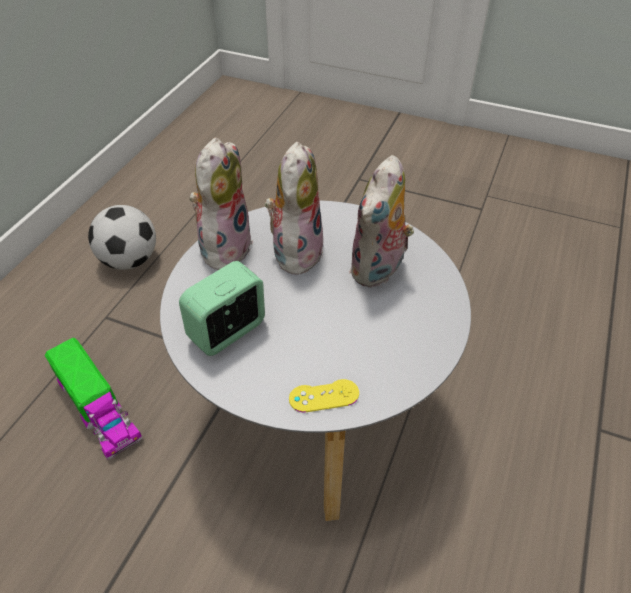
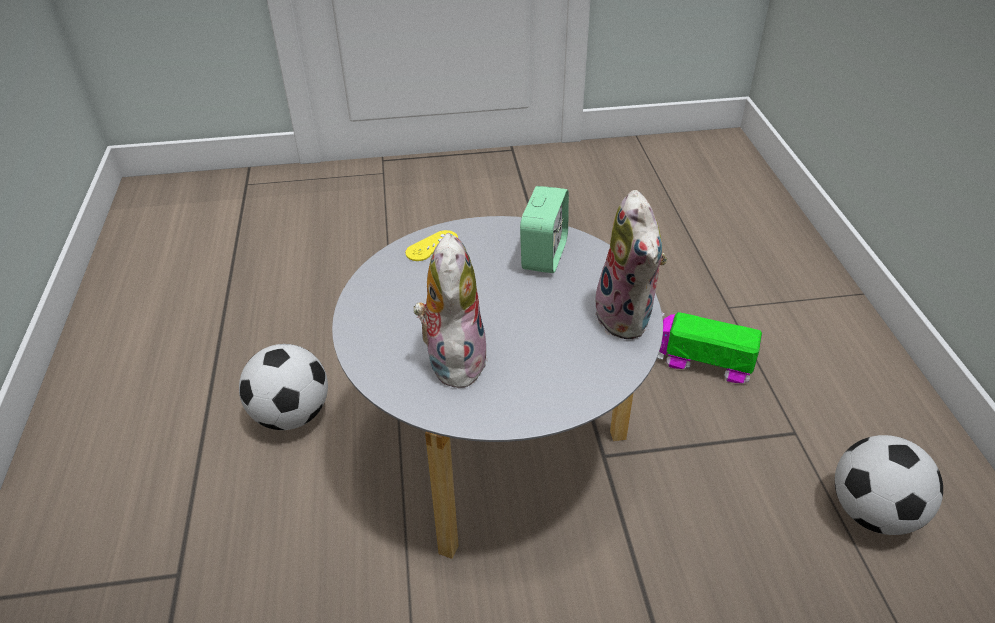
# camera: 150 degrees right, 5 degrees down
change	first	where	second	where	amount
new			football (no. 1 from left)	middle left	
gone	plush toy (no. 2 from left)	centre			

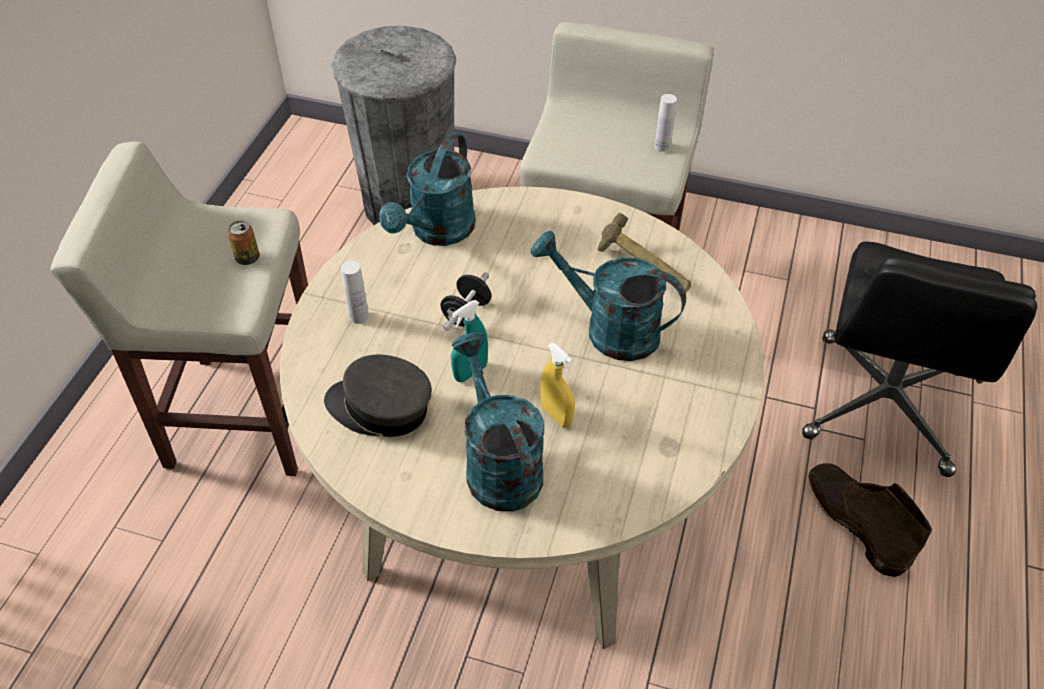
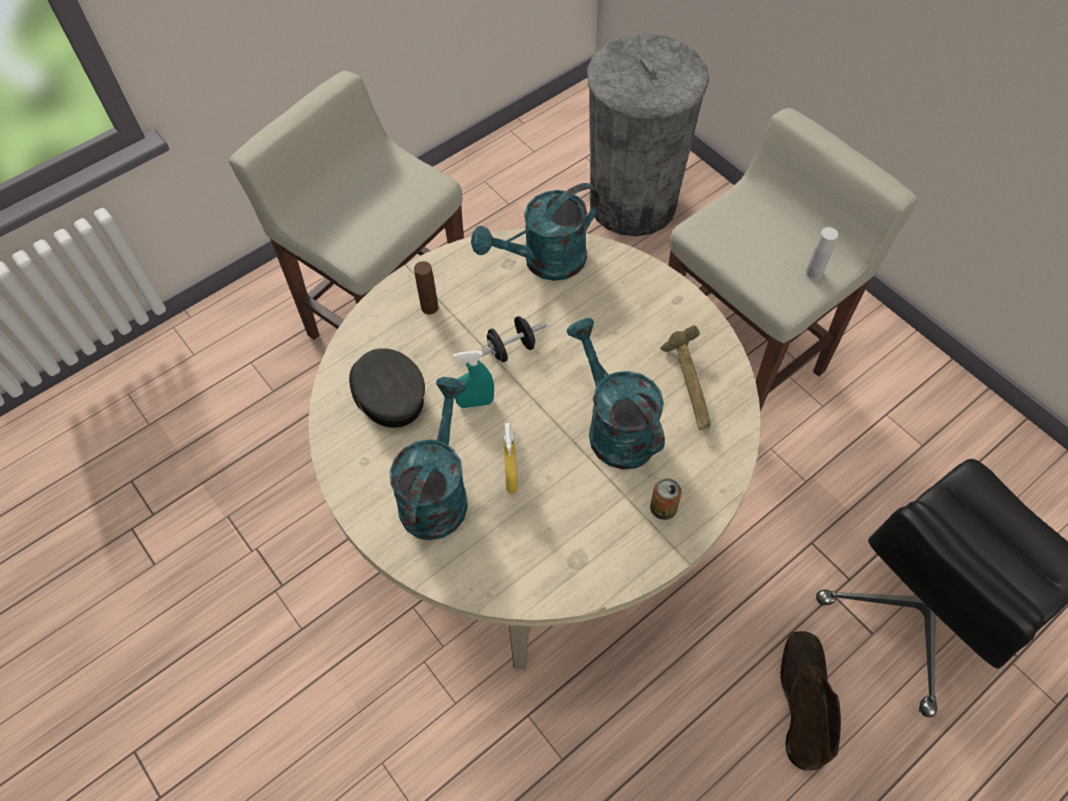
# camera: 35 degrees right, 10 degrees up
change	first	where	second	where	amount
repainted	bottle (white) (no. 1 from left)	centre	bottle (brown)	centre	
shifted	can	middle left		centre	

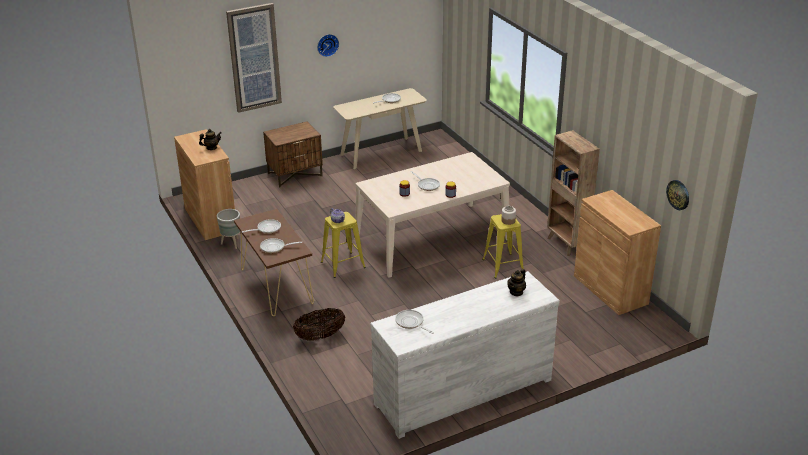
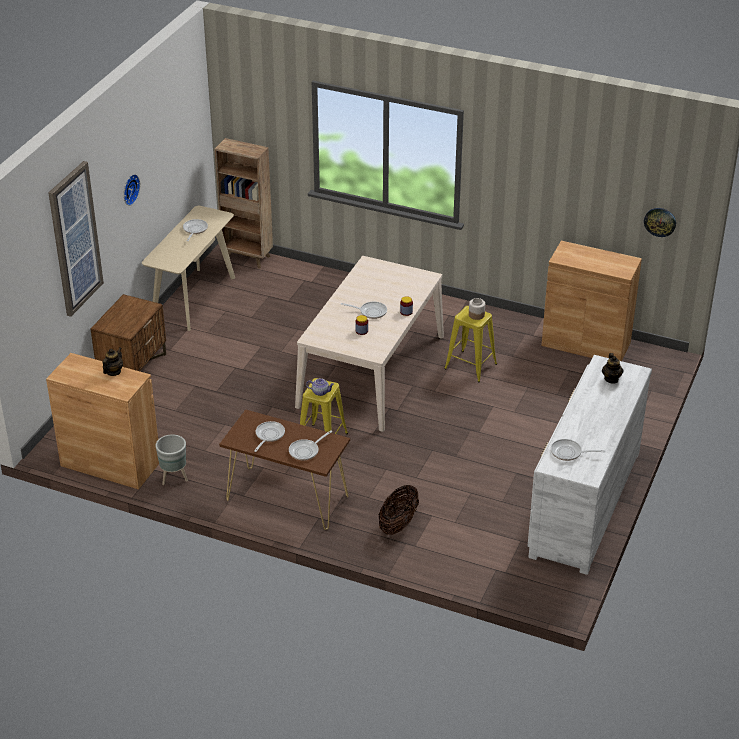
# camera: 40 degrees left, 5 degrees up
change	first	where	second	where	amount
shifted	bookcase (brown)	middle right		top left	

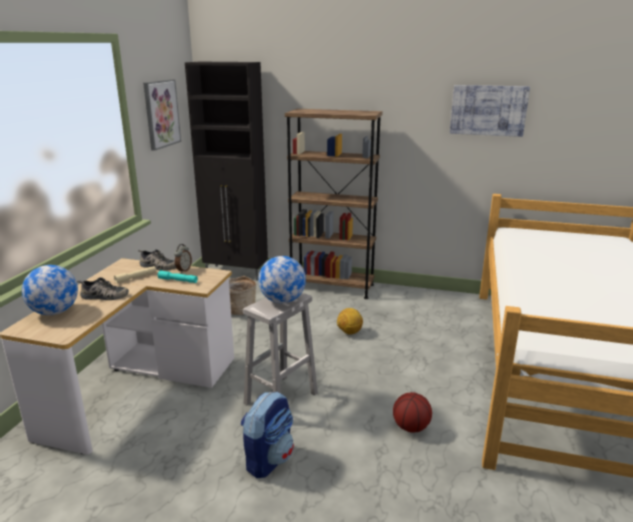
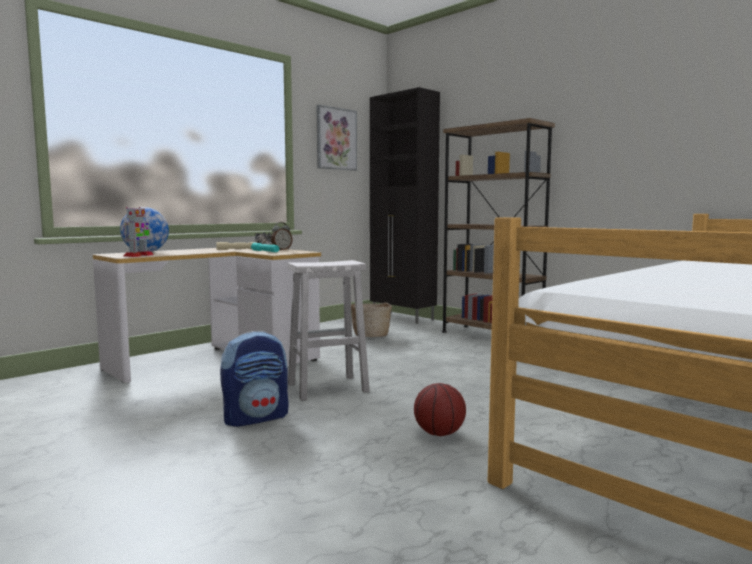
# camera: 30 degrees right, 15 degrees down
change	first	where	second	where	amount
new			toy robot	middle left	
gone	shoe (no. 1 from left)	middle left			
gone	globe (no. 2 from left)	centre			
gone	football	centre			
gone	picture (no. 2 from left)	top right			

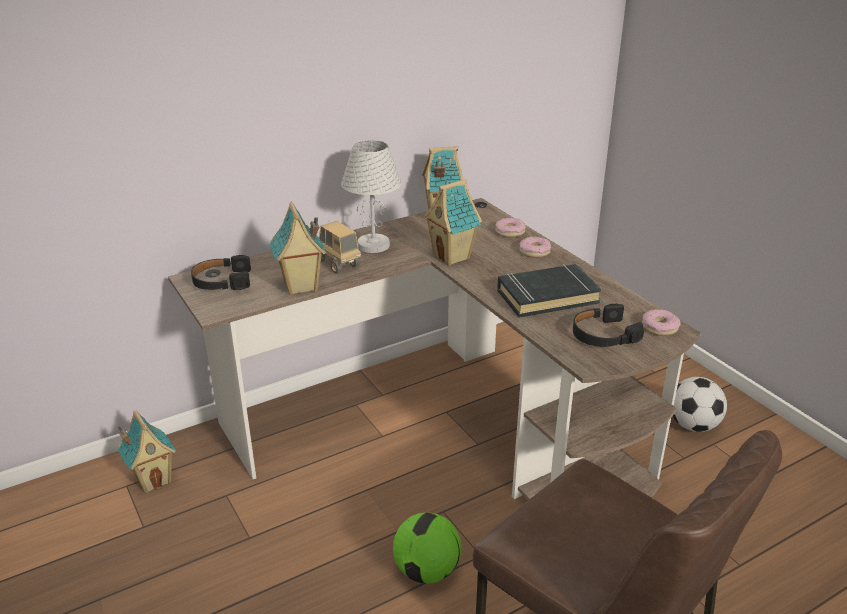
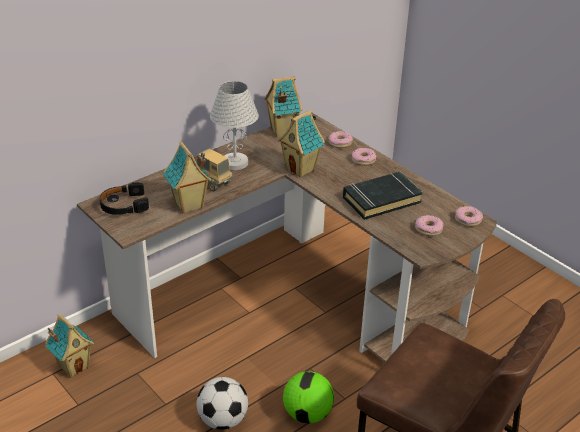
# camera: 10 degrees left, 5 degrees up
change	first	where	second	where	amount
shifted	football (no. 2 from left in the first image)	middle right	football (no. 1 from left)	bottom centre	
swapped	headphones (black) (no. 2 from left)	middle right	donut (no. 3 from left)	middle right	

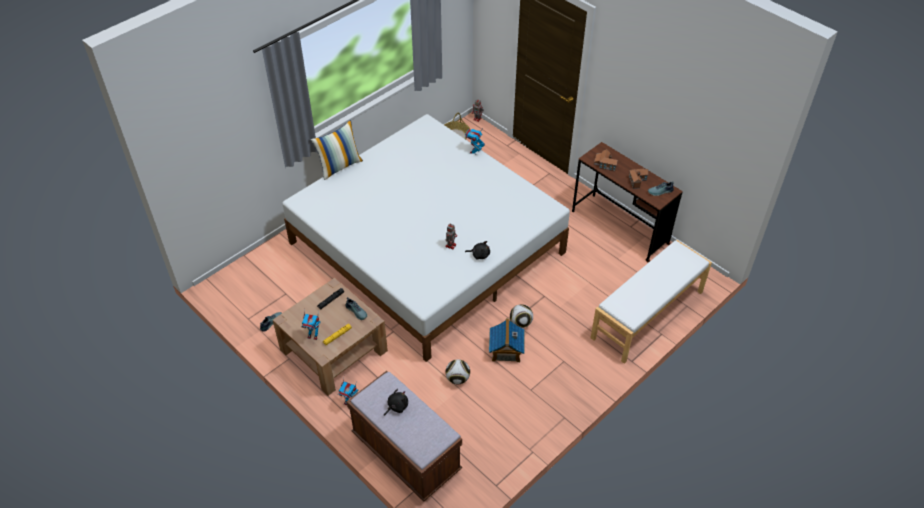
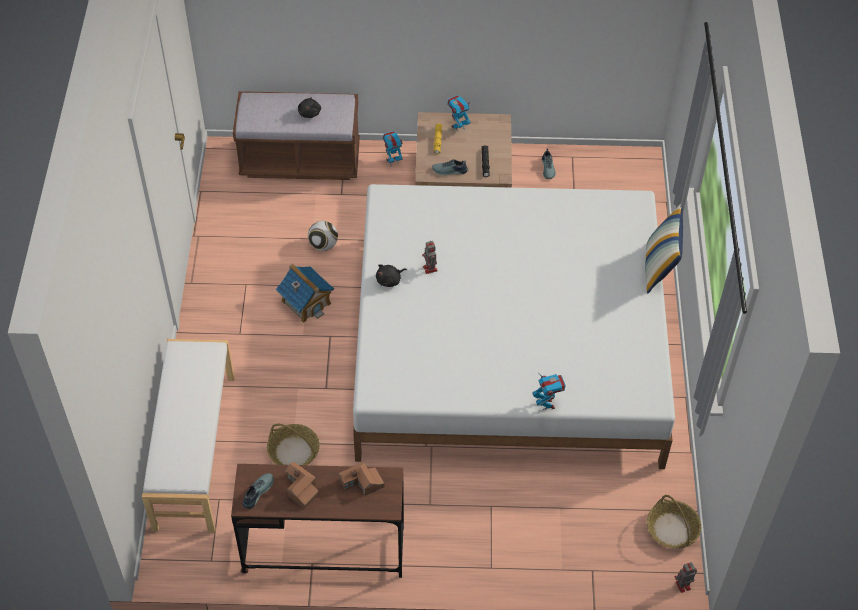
# camera: 135 degrees right, 5 degrees up
change	first	where	second	where	amount
new			basket (no. 1 from left)	bottom centre	
gone	football (no. 2 from left)	centre			

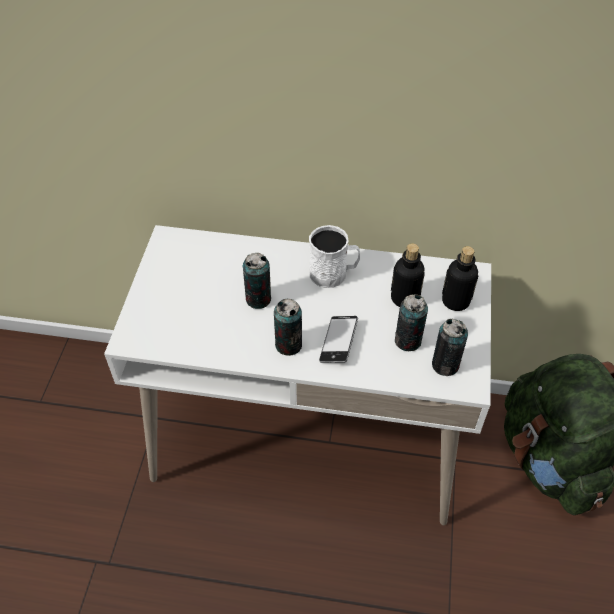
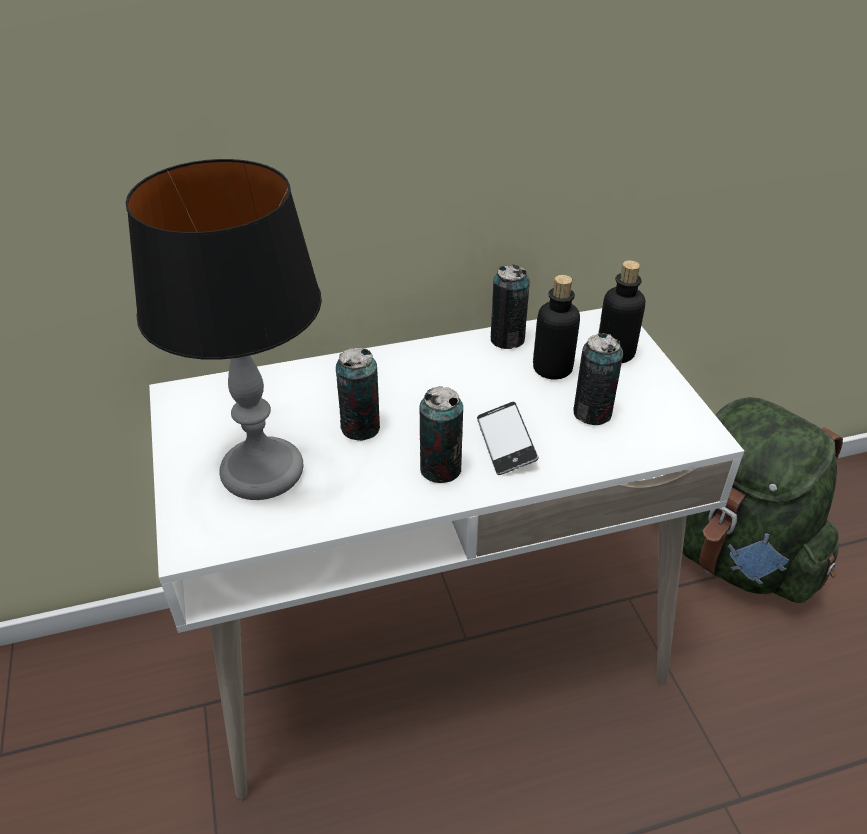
# camera: 25 degrees left, 10 degrees down
change	first	where	second	where	amount
new			table lamp	middle left	
shifted	can (no. 4 from left in the first image)	middle right	can (no. 3 from left)	centre	
gone	mug (white)	centre			

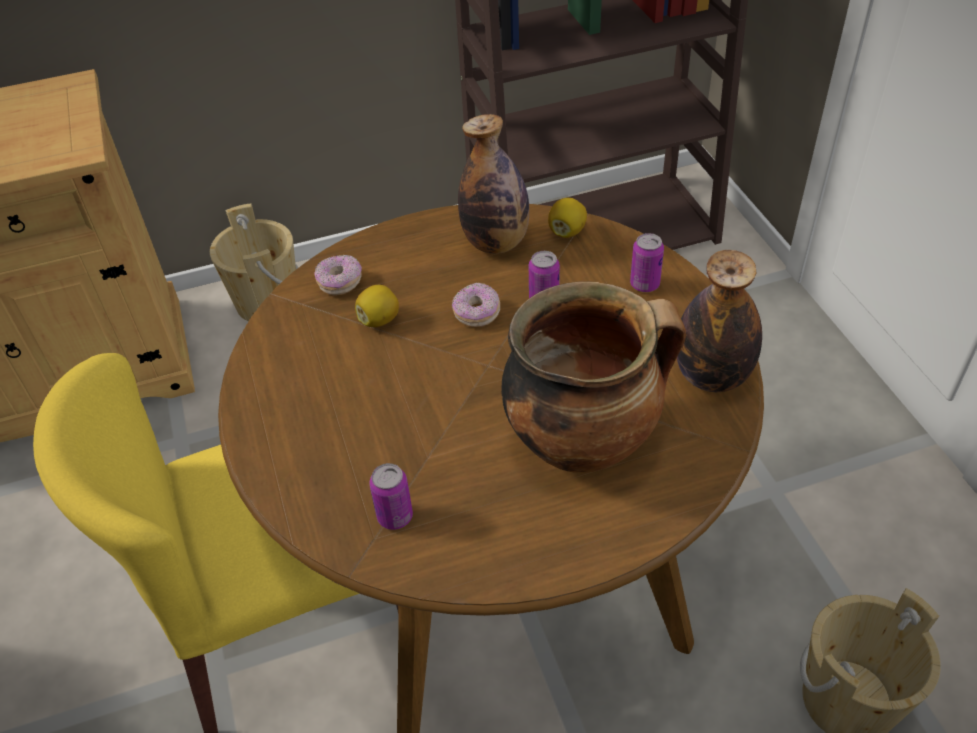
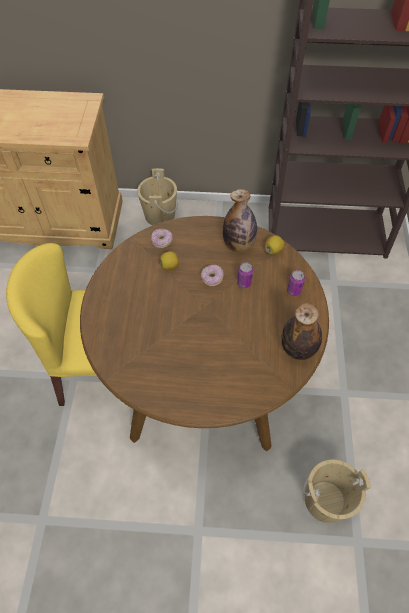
# camera: 20 degrees right, 10 degrees up
change	first	where	second	where	amount
gone	can (no. 1 from left)	bottom centre			
gone	cooking pot	centre			

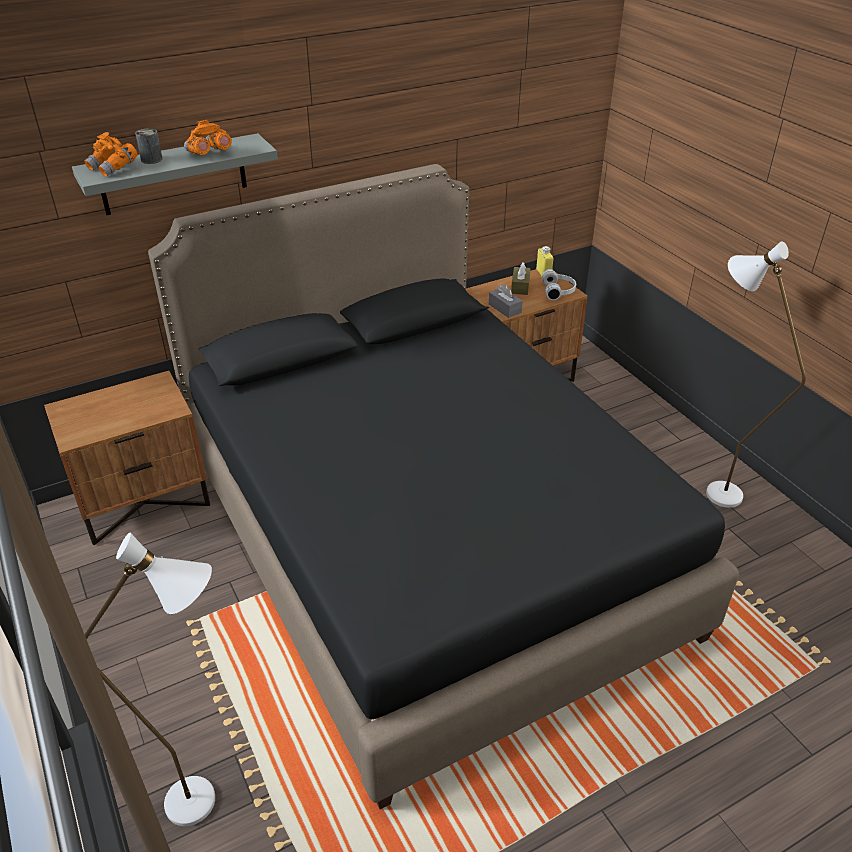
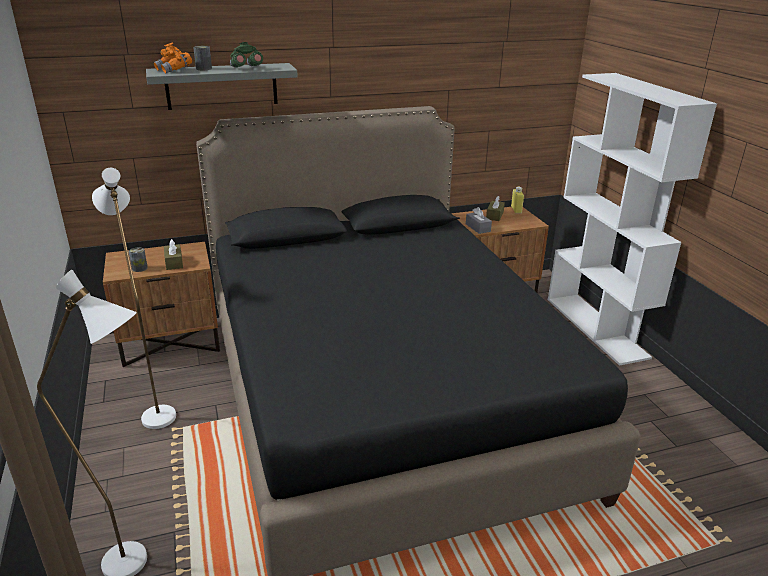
# camera: 10 degrees right, 10 degrees down
change	first	where	second	where	amount
shifted	floor lamp (white) (no. 2 from left)	middle right		middle left	
new			can (no. 1 from left)	middle left	
new			tissue box (brown) (no. 1 from left)	middle left	
repainted	binoculars (orange) (no. 2 from left)	top left	binoculars (green)	top left	
new			bookcase (white)	middle right	
gone	headphones (white)	centre			

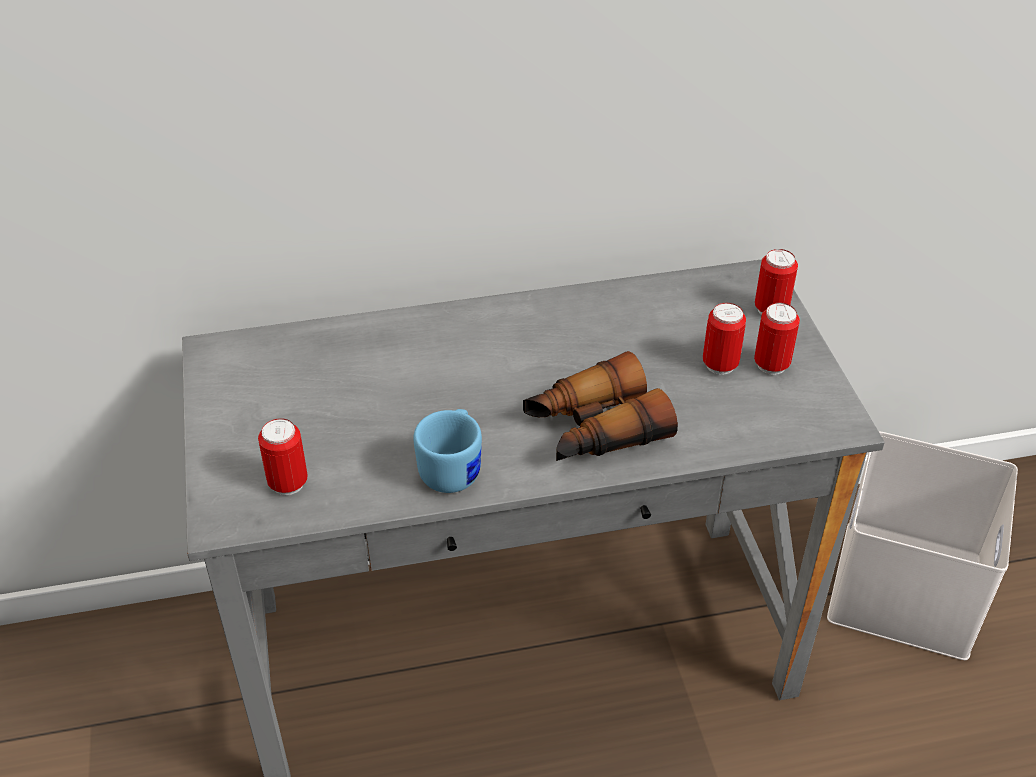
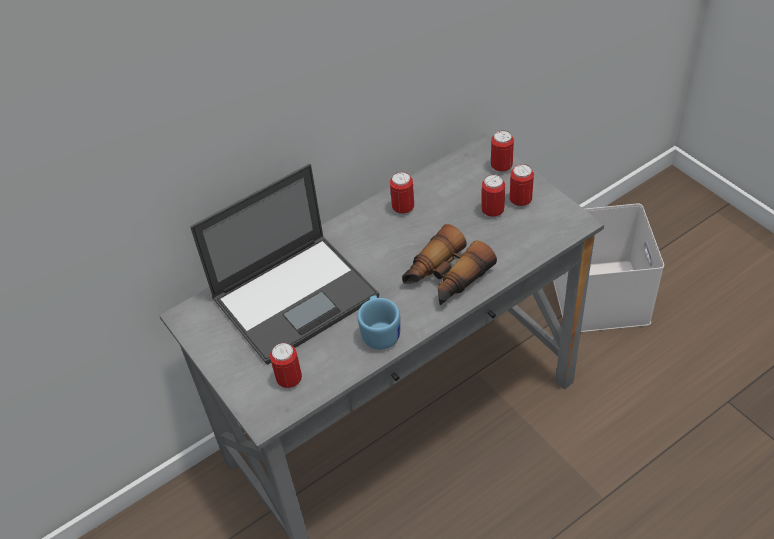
# camera: 20 degrees left, 5 degrees up
change	first	where	second	where	amount
new			laptop	centre	
new			can (no. 2 from left)	centre	

